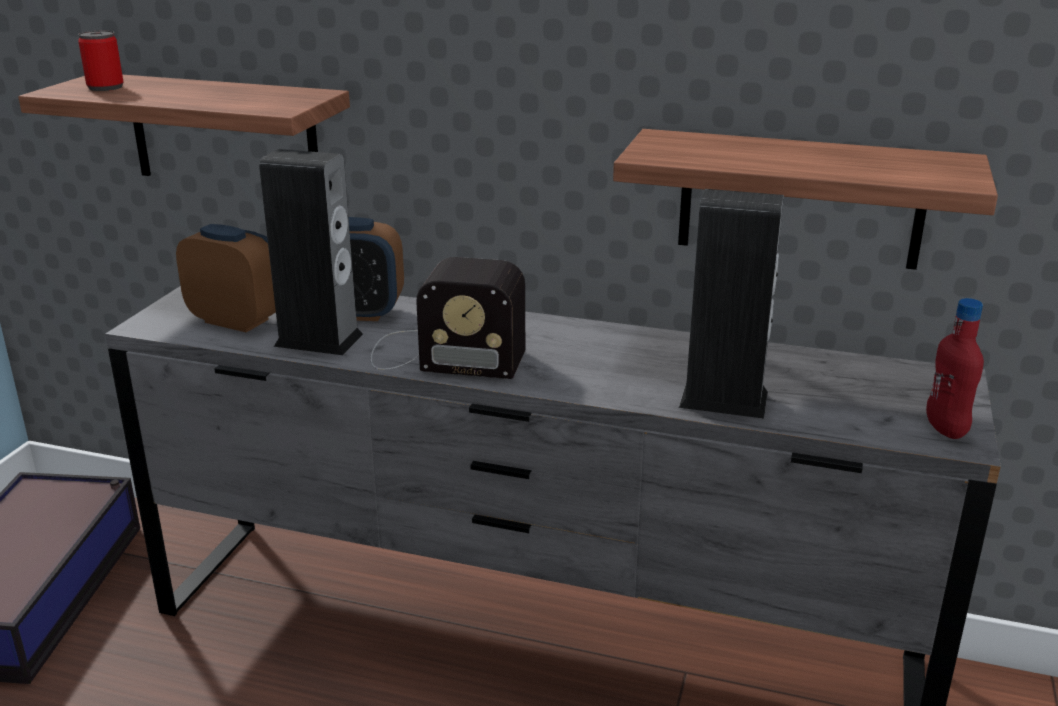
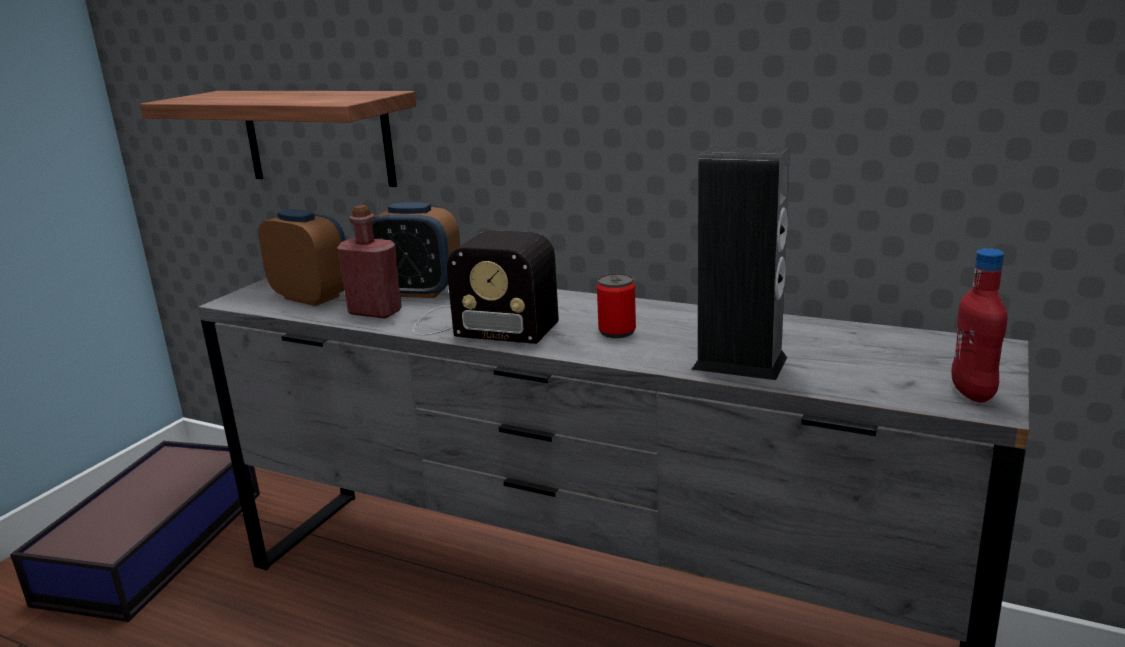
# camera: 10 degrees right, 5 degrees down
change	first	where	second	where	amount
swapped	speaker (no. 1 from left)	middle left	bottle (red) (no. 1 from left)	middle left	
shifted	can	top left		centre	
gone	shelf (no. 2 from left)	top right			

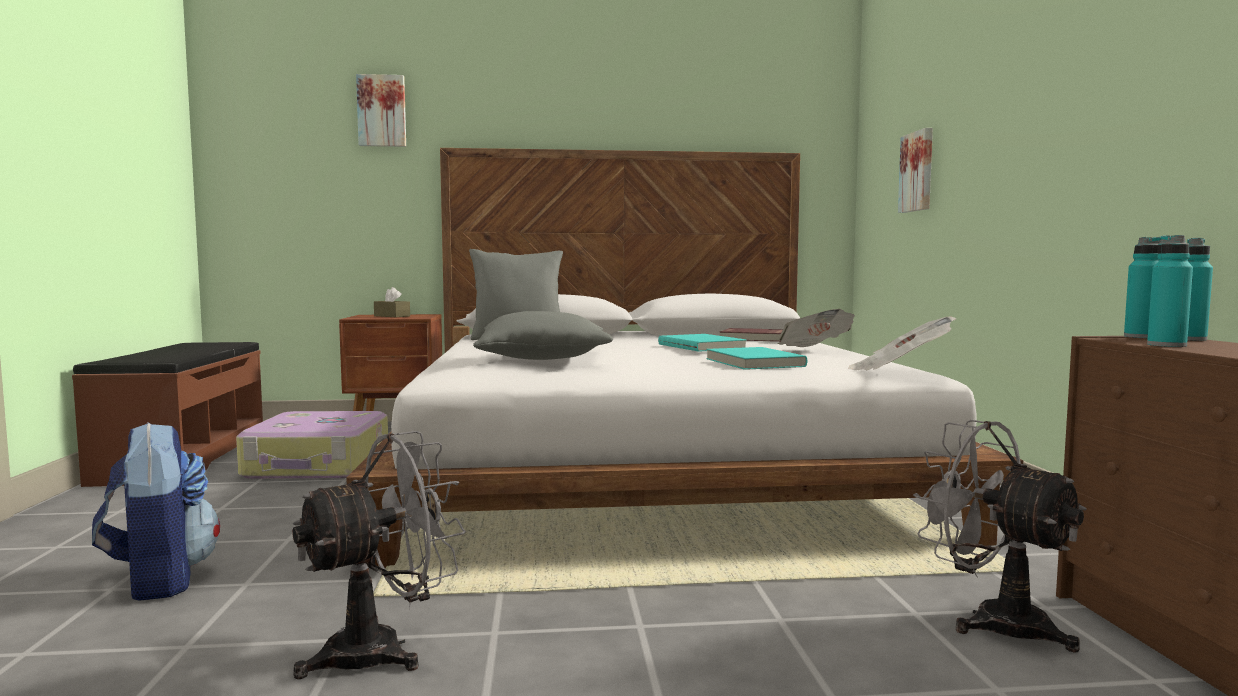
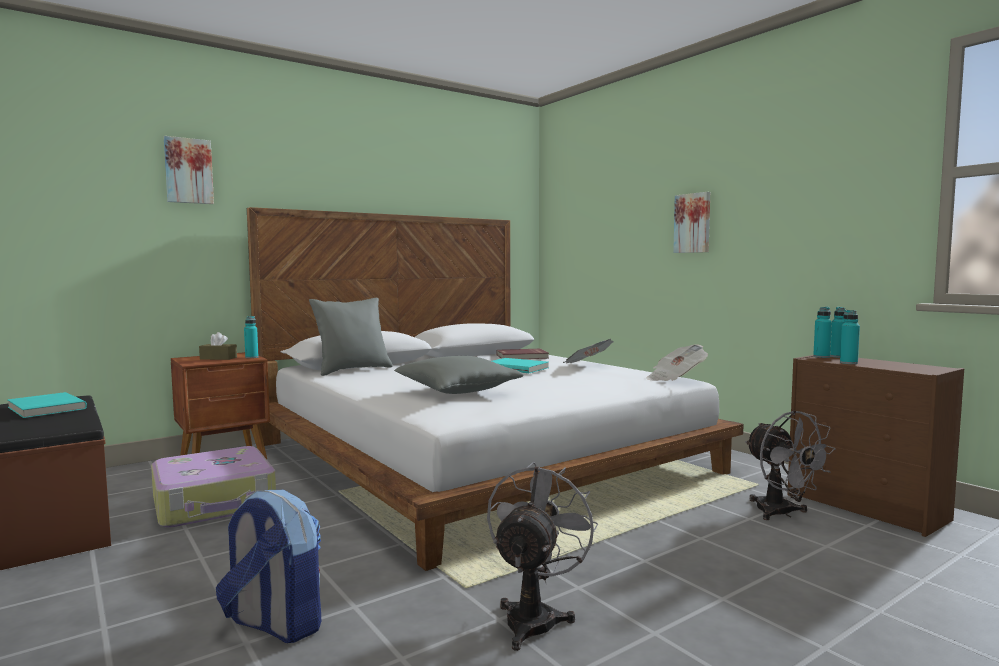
# camera: 30 degrees left, 0 degrees up
change	first	where	second	where	amount
shifted	book (turquoise) (no. 2 from left in the first image)	centre	book (turquoise) (no. 1 from left)	middle left	
new			bottle (turquoise) (no. 1 from left)	middle left	
shifted	picture (no. 2 from left)	top right		middle right	
rotated	fan (grey) (no. 2 from left)	bottom right		bottom right	135 degrees counterclockwise

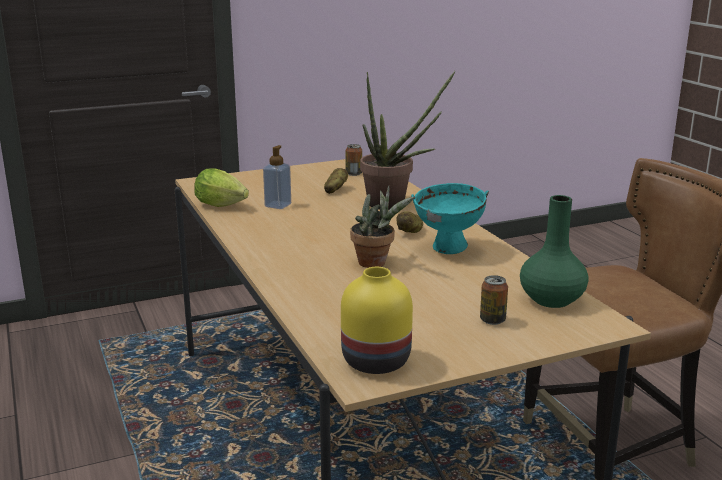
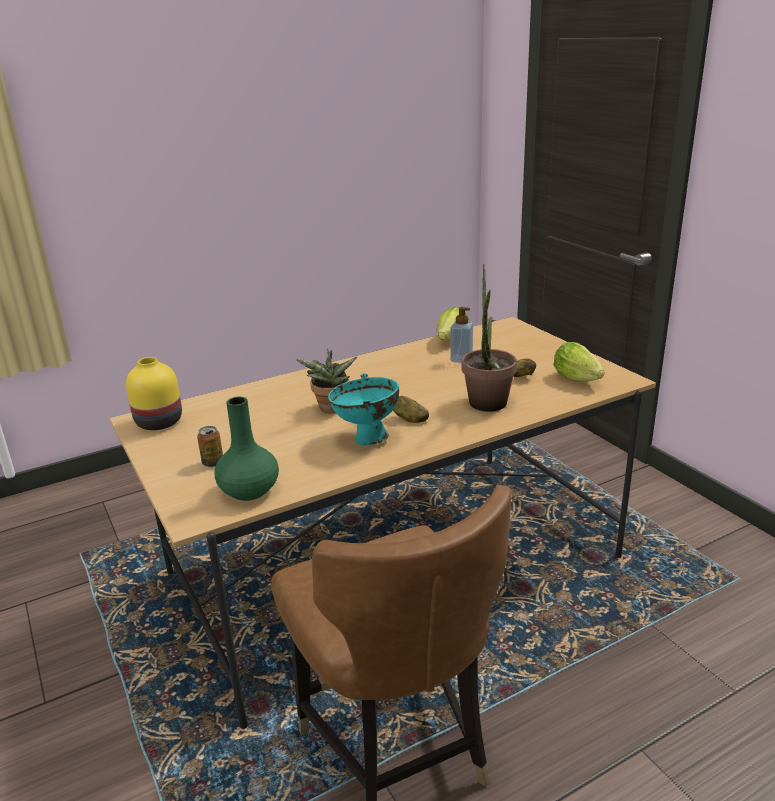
# camera: 85 degrees right, 5 degrees up
change	first	where	second	where	amount
swapped	can (no. 1 from left)	centre	lettuce (no. 2 from left)	middle right	

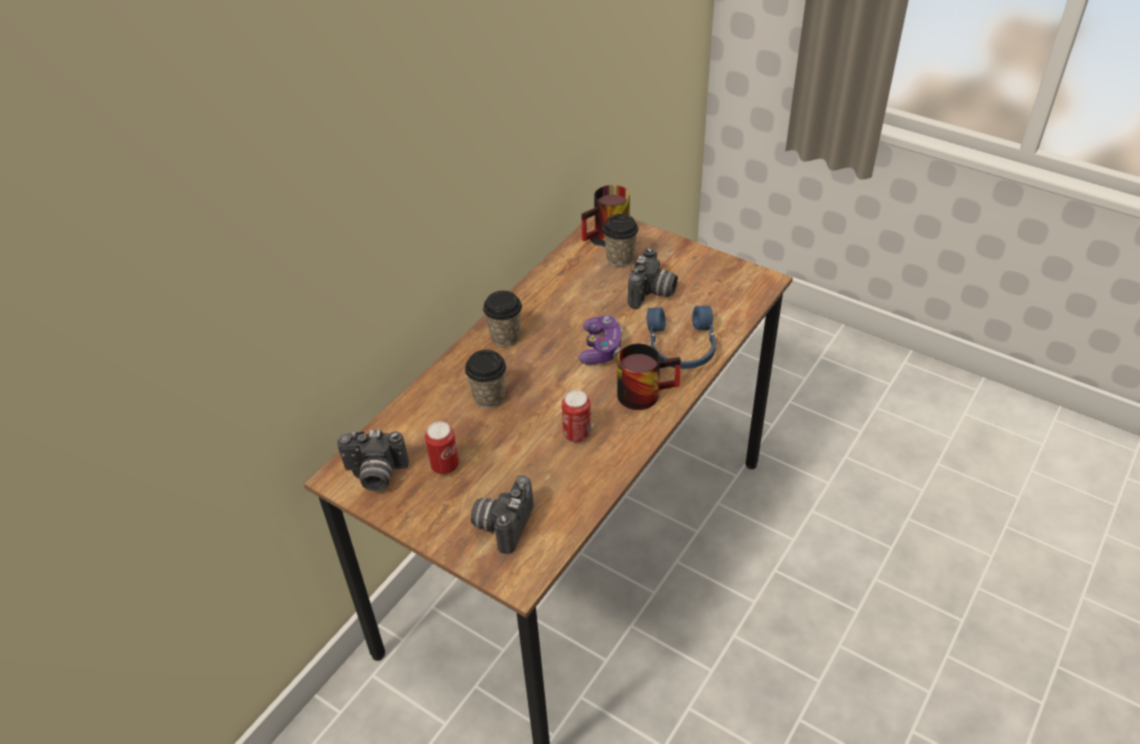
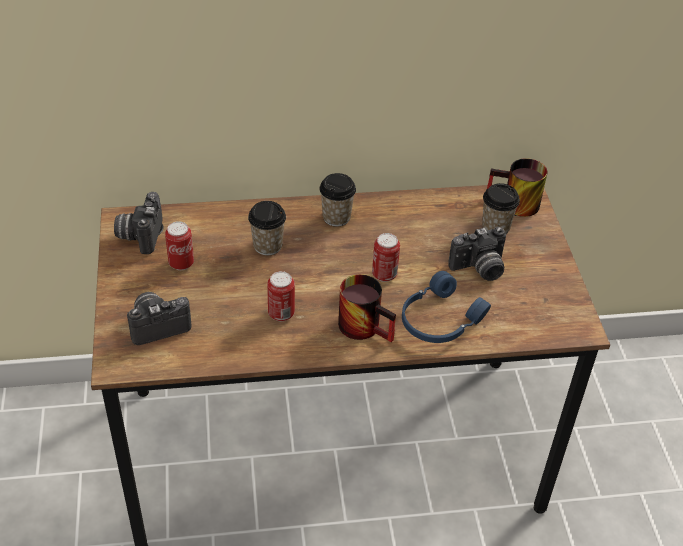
# camera: 45 degrees right, 0 degrees up
change	first	where	second	where	amount
rotated	photo camera (no. 1 from left)	middle left		middle left	45 degrees clockwise
swapped	game controller	centre	can (no. 3 from left)	centre	

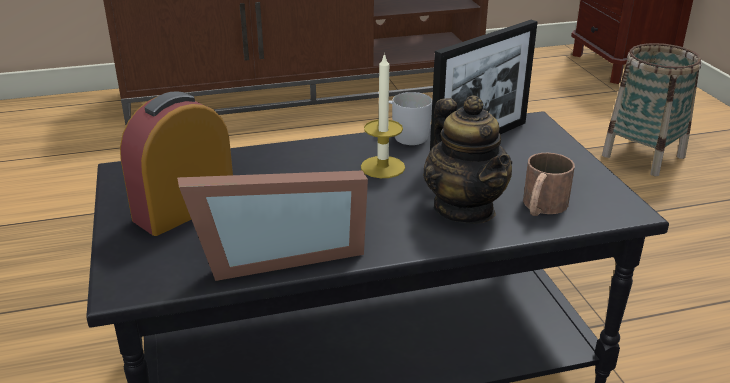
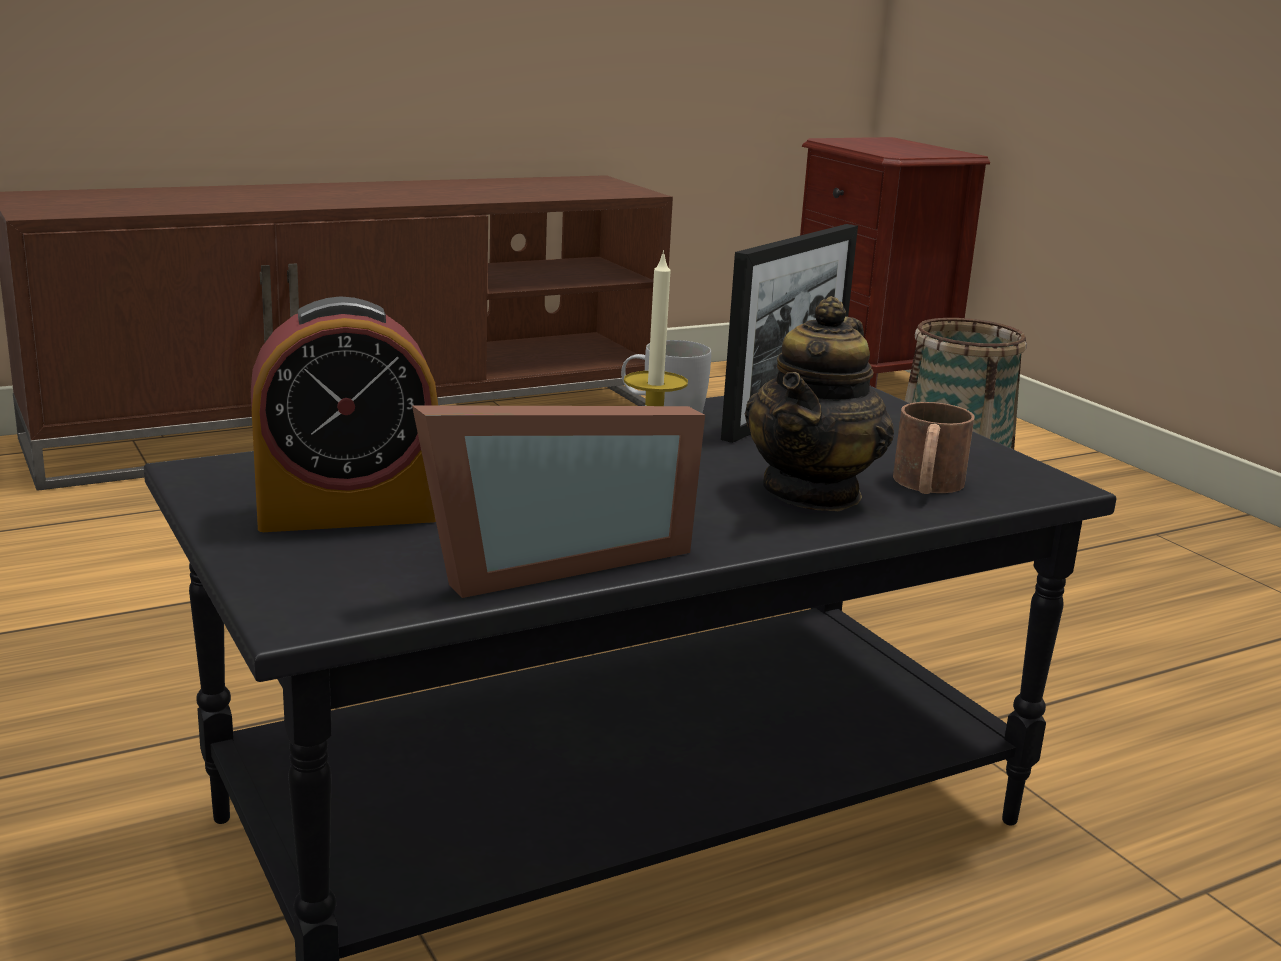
# camera: 15 degrees left, 10 degrees down
change	first	where	second	where	amount
rotated	alarm clock	middle left		middle left	135 degrees counterclockwise
rotated	teapot	centre		centre	60 degrees clockwise

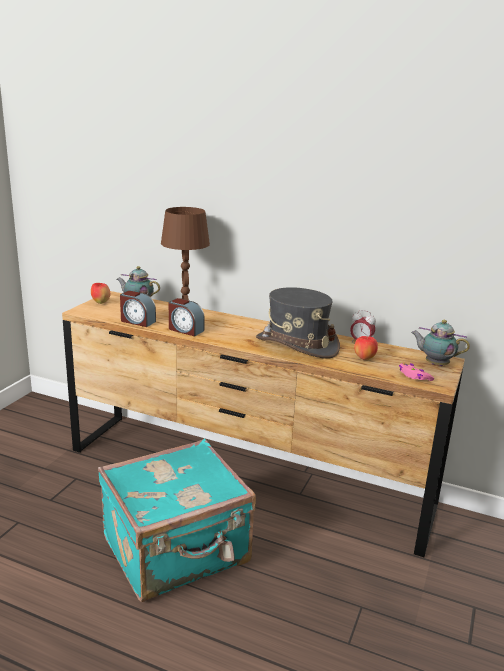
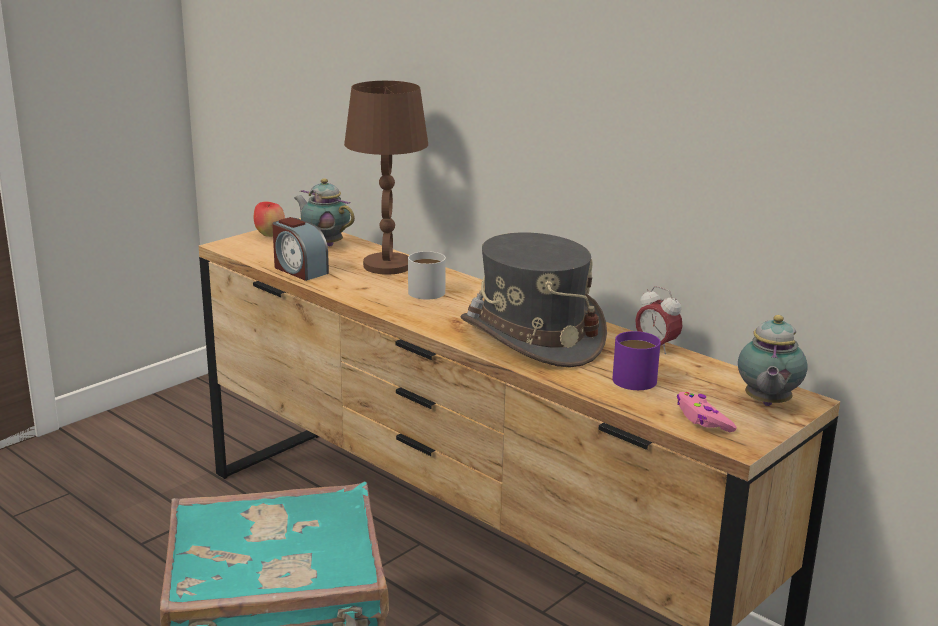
# camera: 20 degrees right, 0 degrees up
change	first	where	second	where	amount
new			mug (white)	centre	
swapped	apple (no. 2 from left)	middle right	mug (purple)	middle right	
rotated	teapot (no. 2 from left)	middle right		middle right	120 degrees counterclockwise
gone	alarm clock (no. 2 from left)	centre			

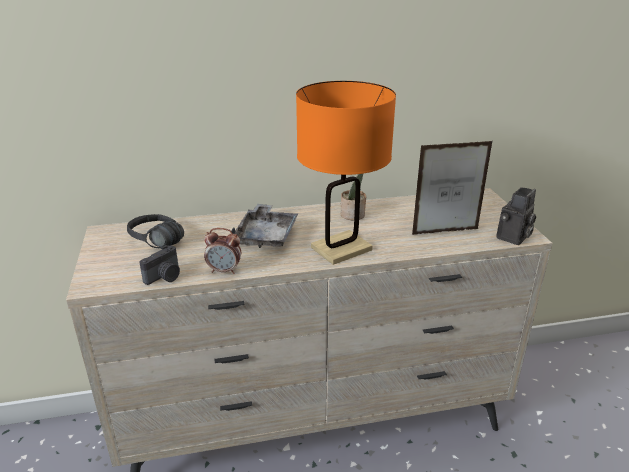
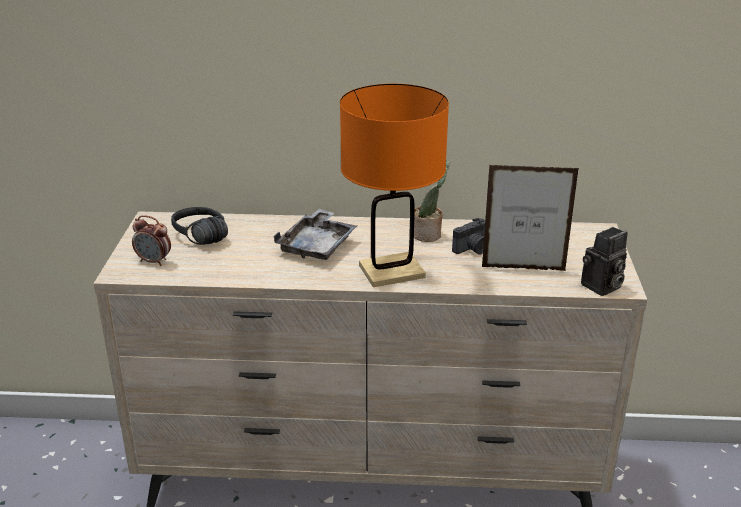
# camera: 15 degrees right, 0 degrees up
change	first	where	second	where	amount
shifted	alarm clock	centre		middle left	
shifted	photo camera (no. 1 from left)	middle left		centre	

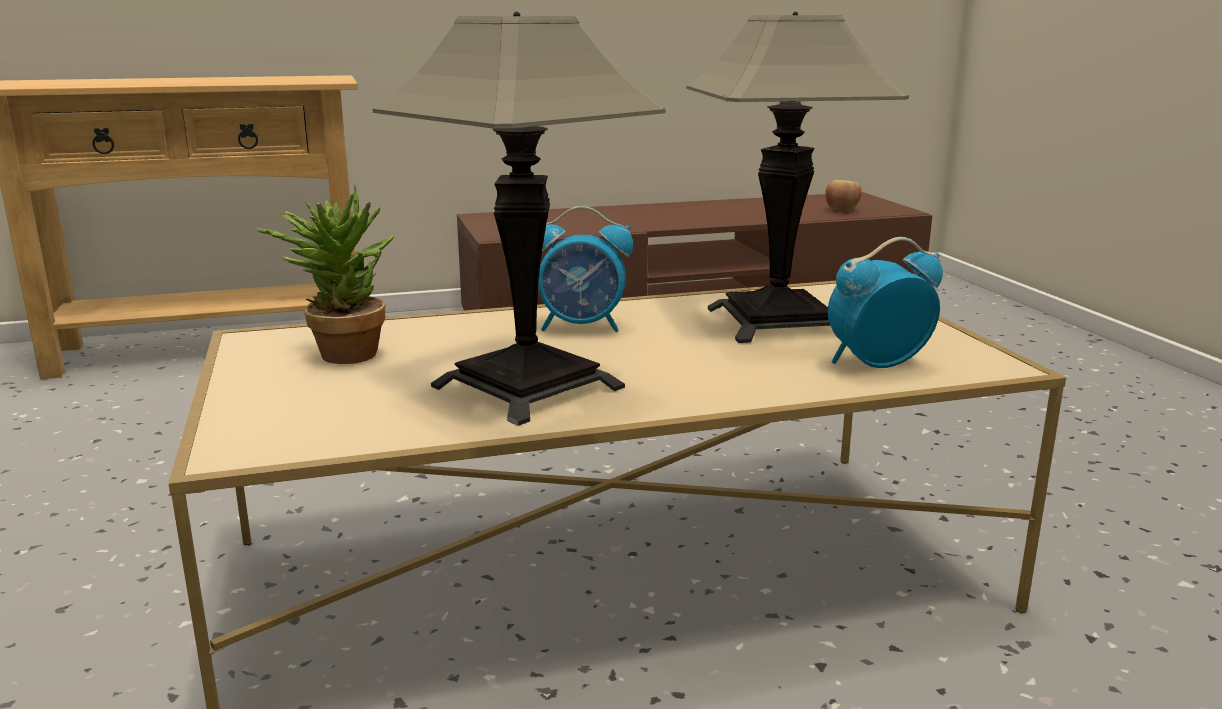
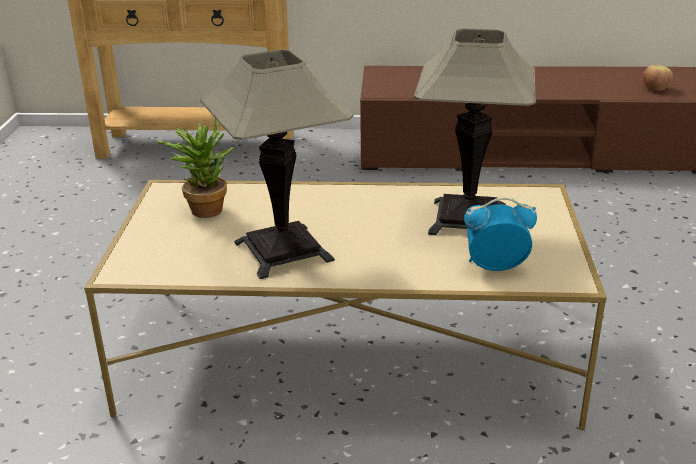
# camera: 20 degrees right, 10 degrees up
change	first	where	second	where	amount
gone	alarm clock (no. 1 from left)	centre			

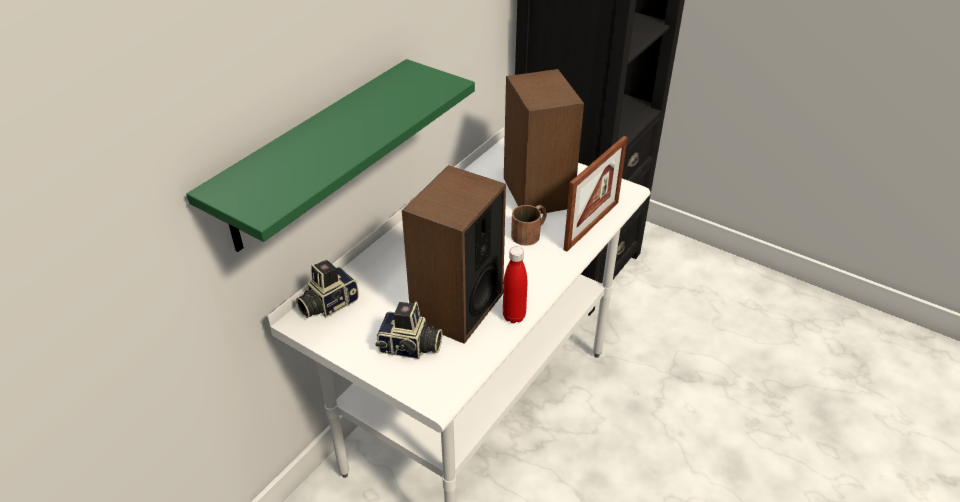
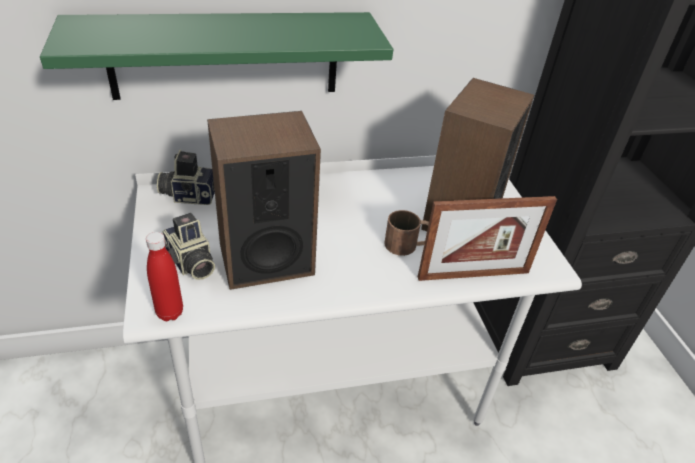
# camera: 40 degrees right, 0 degrees up
change	first	where	second	where	amount
shifted	bottle (red)	centre		middle left	

